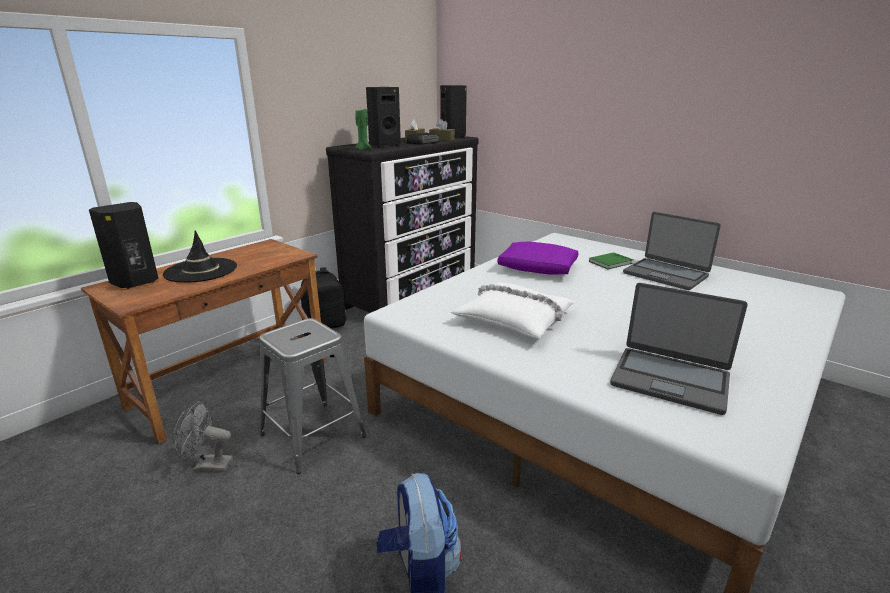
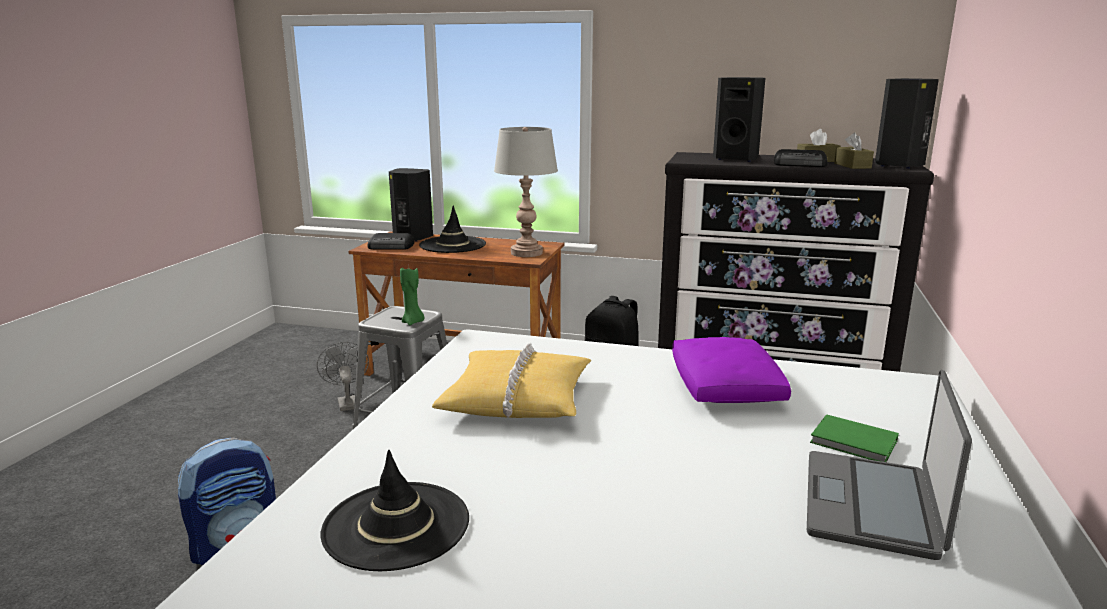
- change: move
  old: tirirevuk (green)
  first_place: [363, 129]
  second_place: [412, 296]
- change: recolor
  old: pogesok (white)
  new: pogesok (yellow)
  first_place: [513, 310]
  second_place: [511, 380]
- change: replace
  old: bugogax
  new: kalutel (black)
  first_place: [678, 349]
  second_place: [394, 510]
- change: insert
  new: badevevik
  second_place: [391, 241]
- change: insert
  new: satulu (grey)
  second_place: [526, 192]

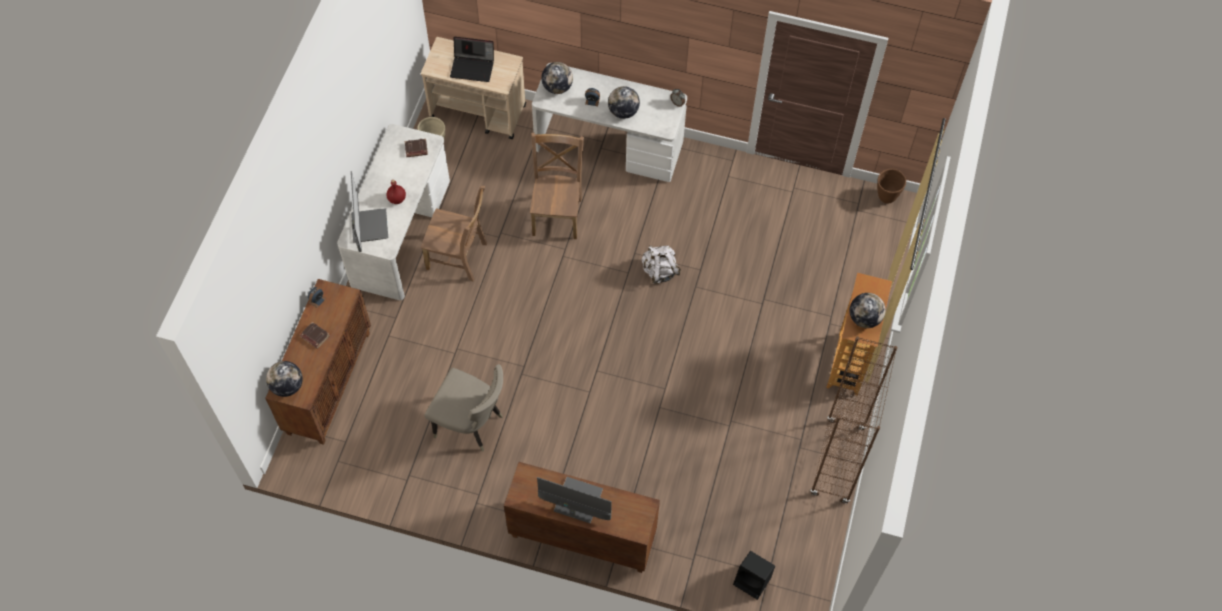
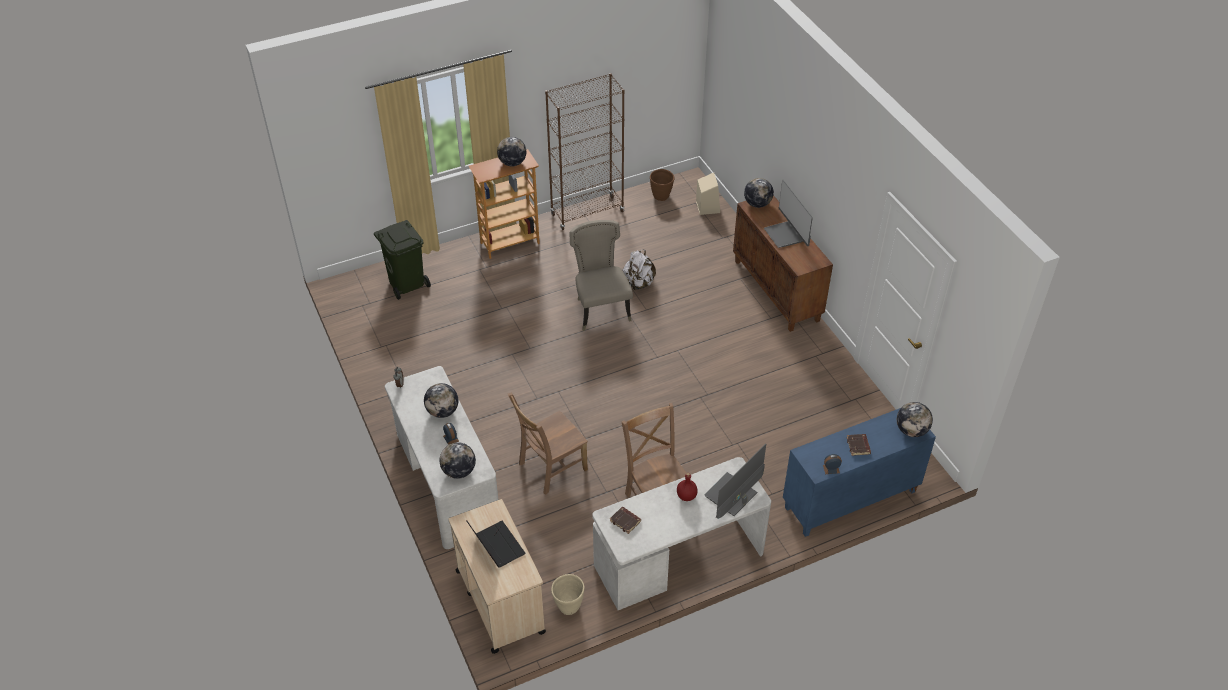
- change: recolor
  old: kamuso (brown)
  new: kamuso (blue)
  first_place: [318, 362]
  second_place: [859, 472]
- change: move
  old: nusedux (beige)
  first_place: [464, 408]
  second_place: [601, 275]
- change: move
  old: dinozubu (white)
  first_place: [661, 264]
  second_place: [639, 269]
- change: recolor
  old: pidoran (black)
  new: pidoran (beige)
  first_place: [754, 575]
  second_place: [708, 194]
- change: move
  old: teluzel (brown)
  first_place: [891, 186]
  second_place: [662, 185]
- change: insert
  new: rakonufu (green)
  second_place: [402, 260]
- change: insert
  new: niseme
  second_place: [759, 193]

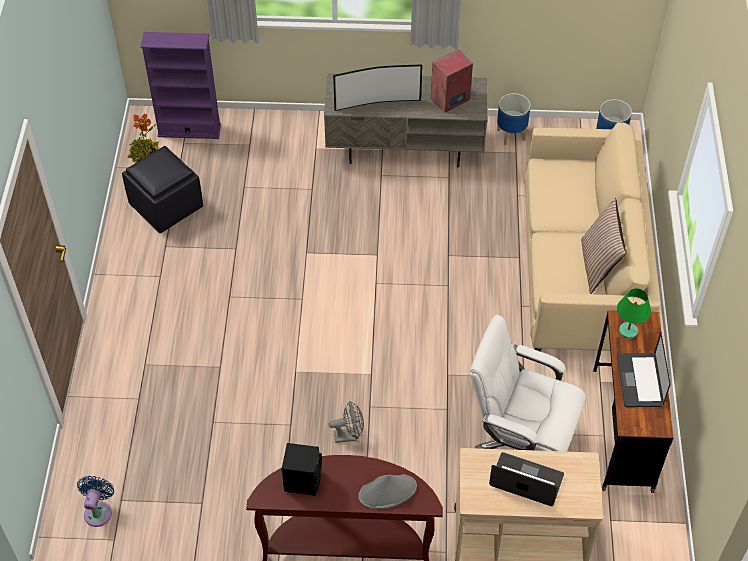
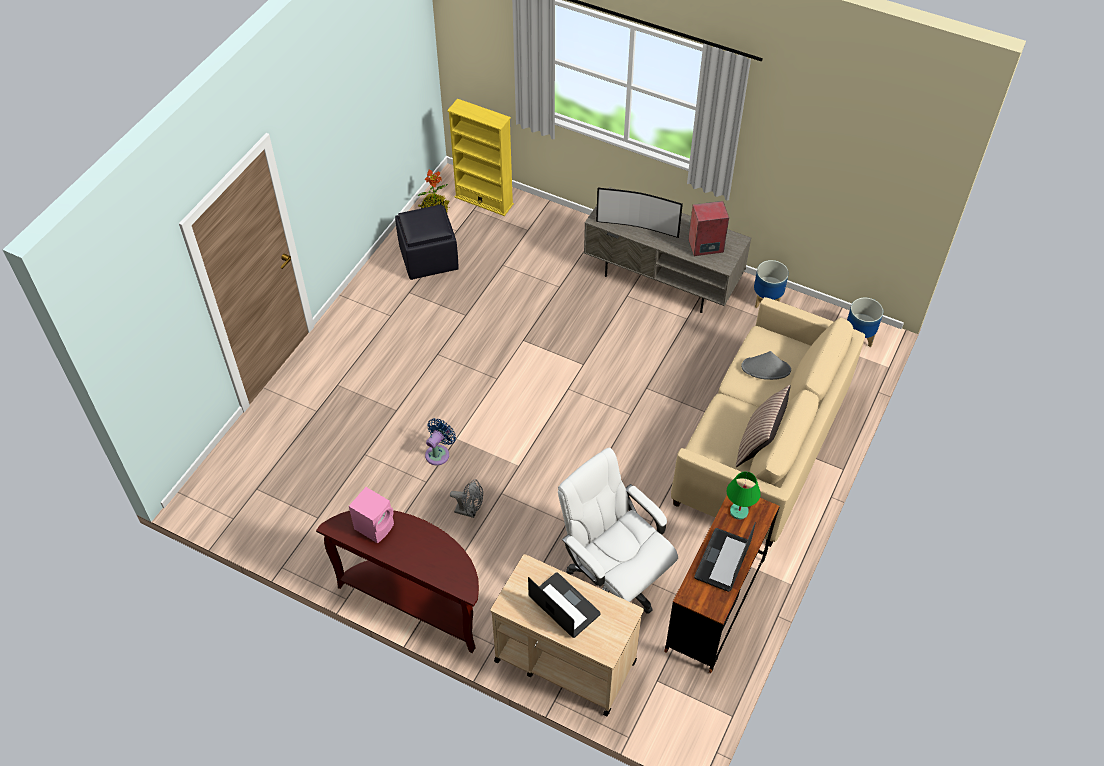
- change: move
  old: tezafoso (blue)
  first_place: [95, 501]
  second_place: [440, 441]
- change: recolor
  old: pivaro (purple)
  new: pivaro (yellow)
  first_place: [181, 85]
  second_place: [480, 157]
- change: recolor
  old: pidoran (black)
  new: pidoran (pink)
  first_place: [302, 469]
  second_place: [371, 515]
- change: move
  old: kalutel (grey)
  first_place: [387, 491]
  second_place: [766, 365]

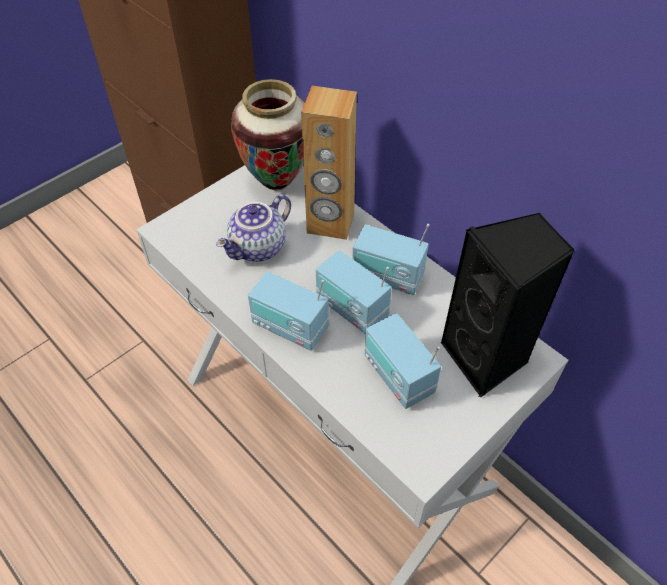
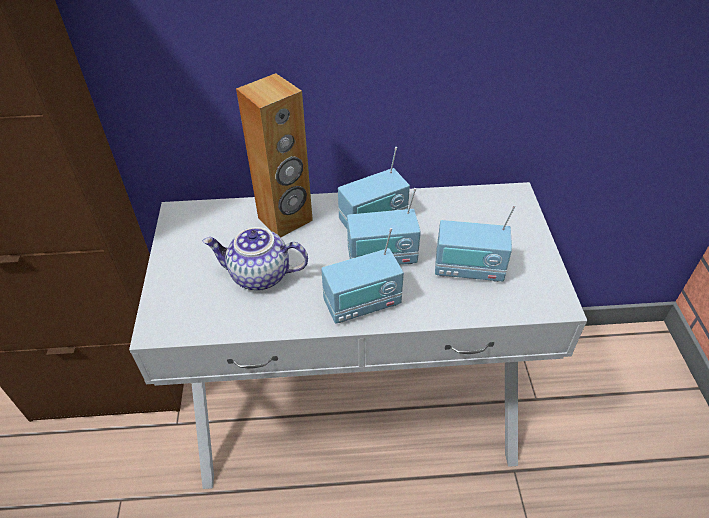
- change: rotate
  old: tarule
  first_place: [253, 227]
  second_place: [255, 259]
  degrees: 105
- change: delete
  old: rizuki
  first_place: [268, 135]
- change: delete
  old: pidoran (black)
  first_place: [508, 305]

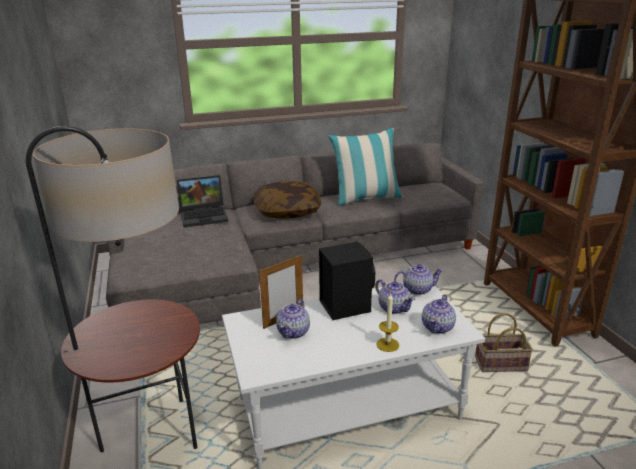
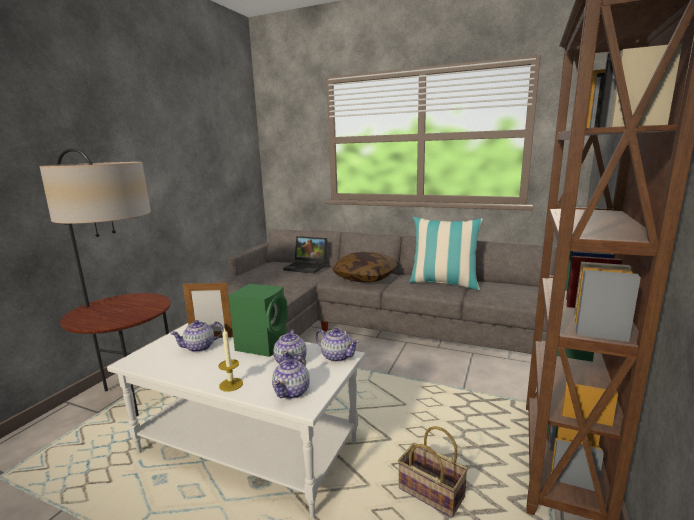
- change: recolor
  old: pidoran (black)
  new: pidoran (green)
  first_place: [347, 281]
  second_place: [258, 320]
- change: rotate
  old: tarule
  first_place: [439, 314]
  second_place: [291, 376]
  degrees: -45

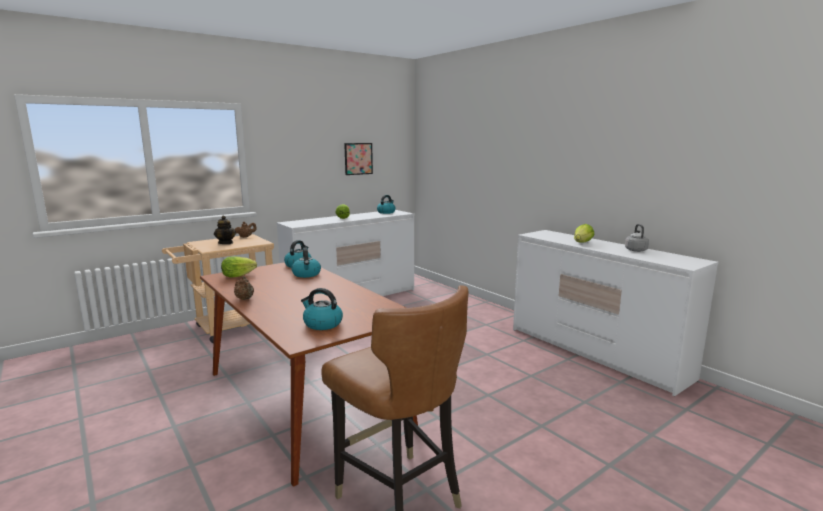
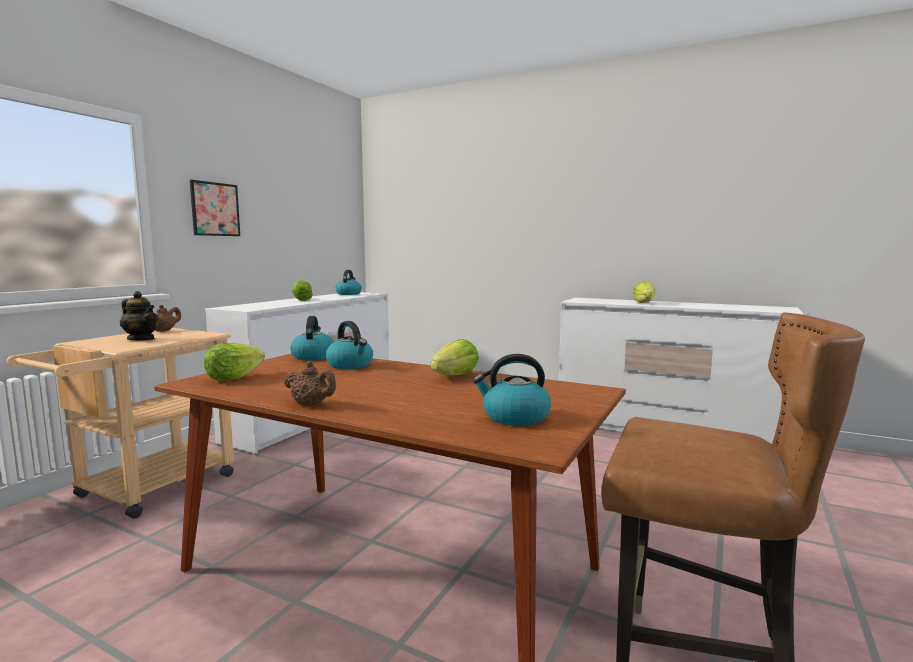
- change: move
  old: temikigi
  first_place: [358, 159]
  second_place: [215, 208]
- change: delete
  old: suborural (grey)
  first_place: [637, 238]
- change: insert
  new: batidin
  second_place: [454, 357]

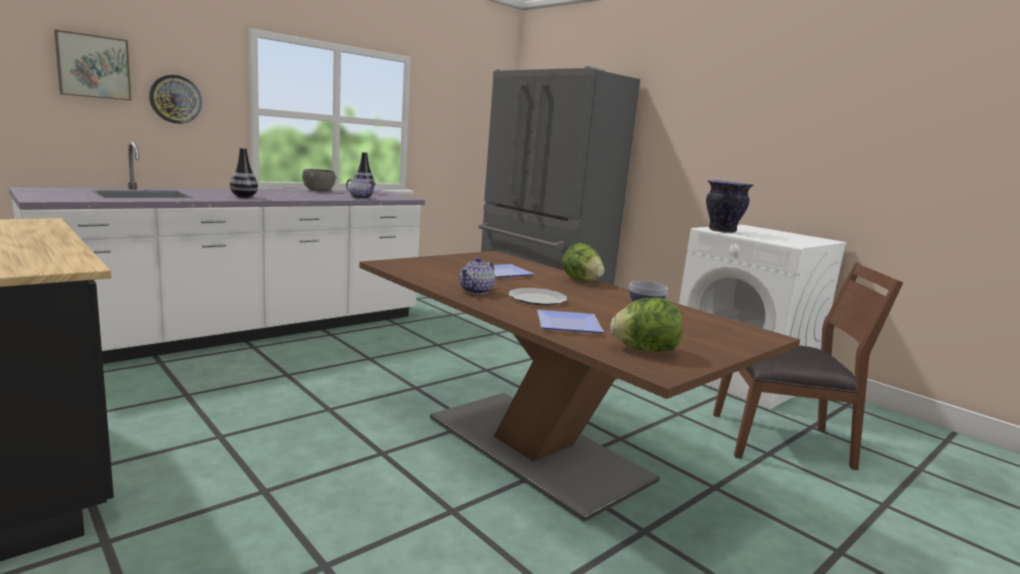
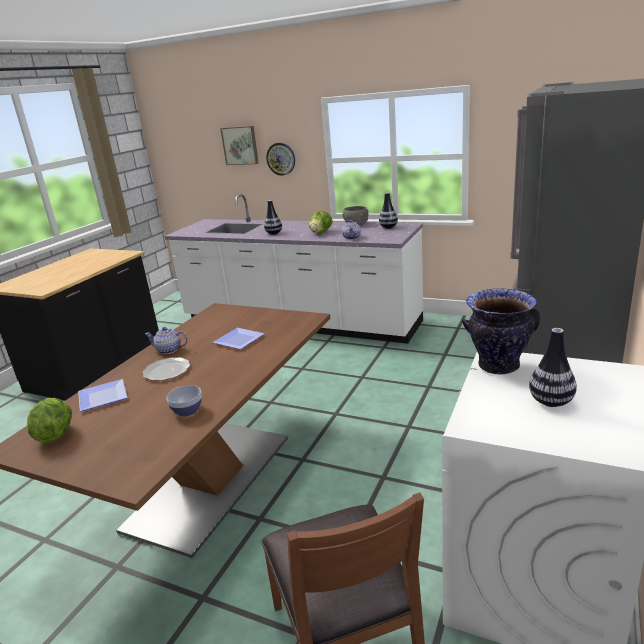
- change: move
  old: batidin
  first_place: [583, 262]
  second_place: [321, 222]
- change: insert
  new: rizuki
  second_place: [553, 367]

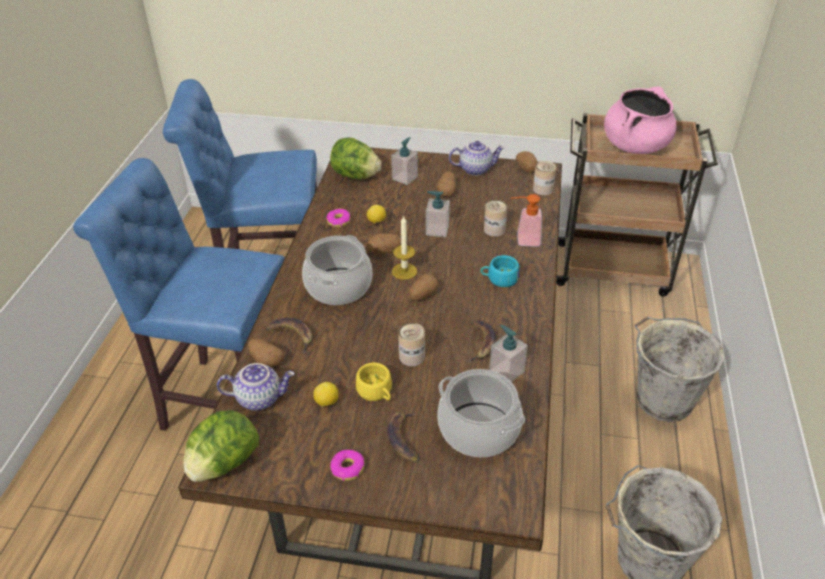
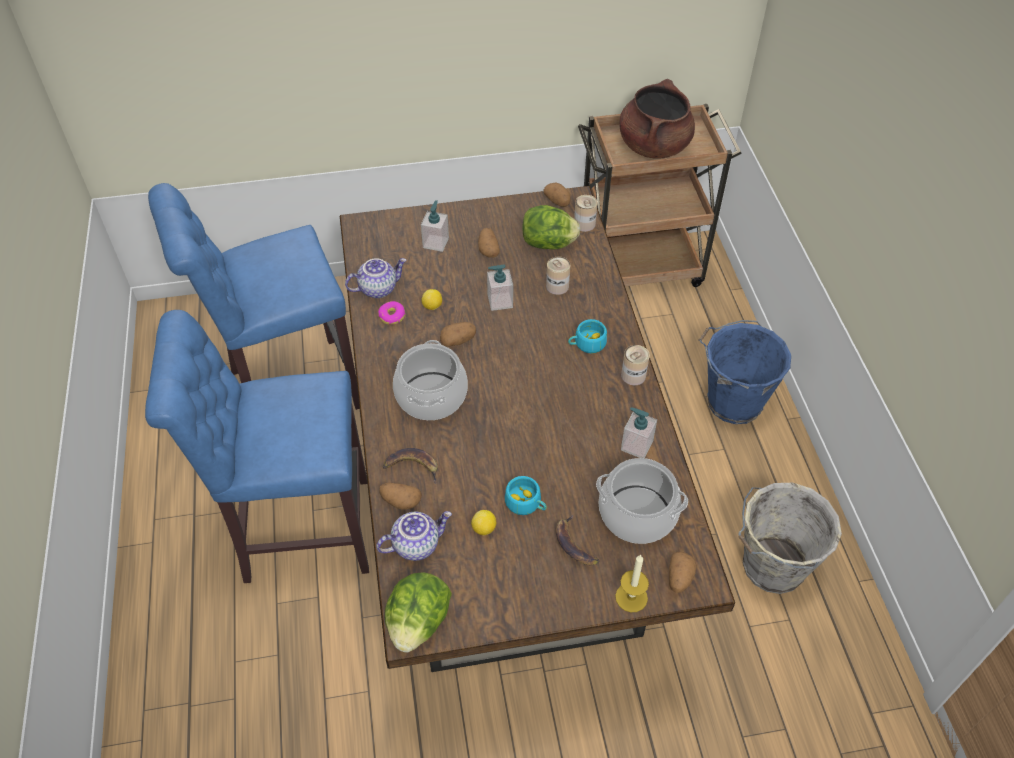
- change: move
  old: batidin
  first_place: [356, 158]
  second_place: [551, 227]
- change: delete
  old: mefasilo
  first_place: [347, 465]
- change: recolor
  old: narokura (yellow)
  new: narokura (turquoise)
  first_place: [374, 382]
  second_place: [526, 495]
- change: move
  old: tirirevuk
  first_place: [404, 248]
  second_place: [632, 583]
- change: move
  old: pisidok
  first_place: [411, 344]
  second_place: [635, 365]
- change: move
  old: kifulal
  first_place: [423, 287]
  second_place: [683, 572]
- change: move
  old: tarule
  first_place: [476, 158]
  second_place: [376, 278]
- change: delete
  old: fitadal
  first_place: [481, 341]
- change: delete
  old: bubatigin
  first_place: [526, 220]
- change: recolor
  old: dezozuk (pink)
  new: dezozuk (brown)
  first_place: [640, 120]
  second_place: [657, 118]
- change: recolor
  old: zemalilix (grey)
  new: zemalilix (blue)
  first_place: [679, 369]
  second_place: [745, 372]

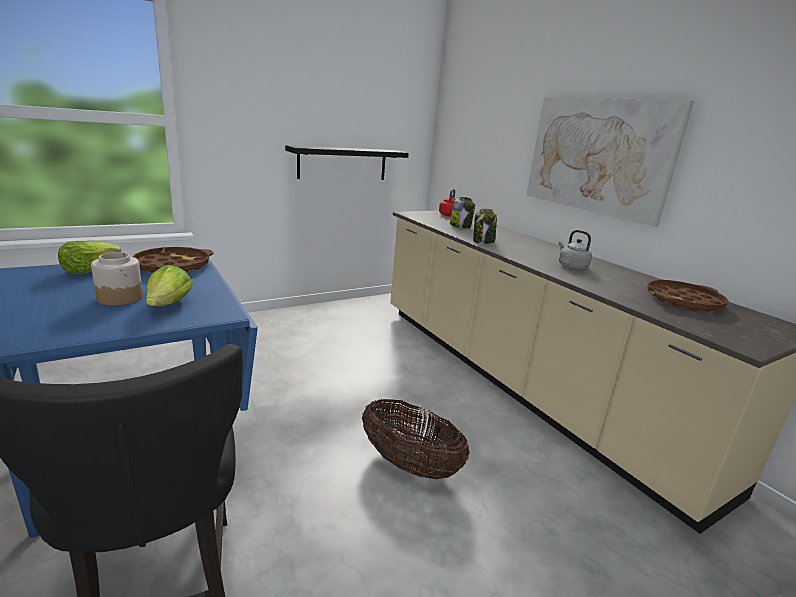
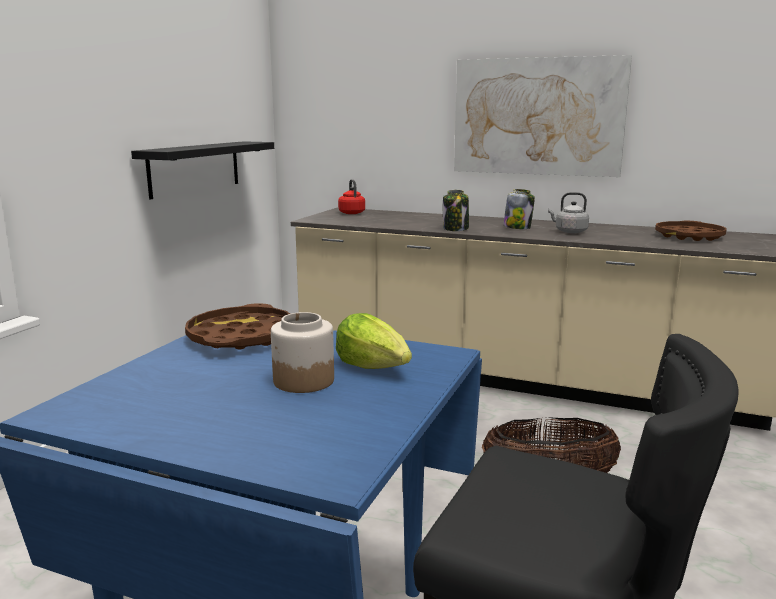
- change: delete
  old: batidin
  first_place: [89, 257]
- change: move
  old: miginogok
  first_place: [462, 213]
  second_place: [519, 209]

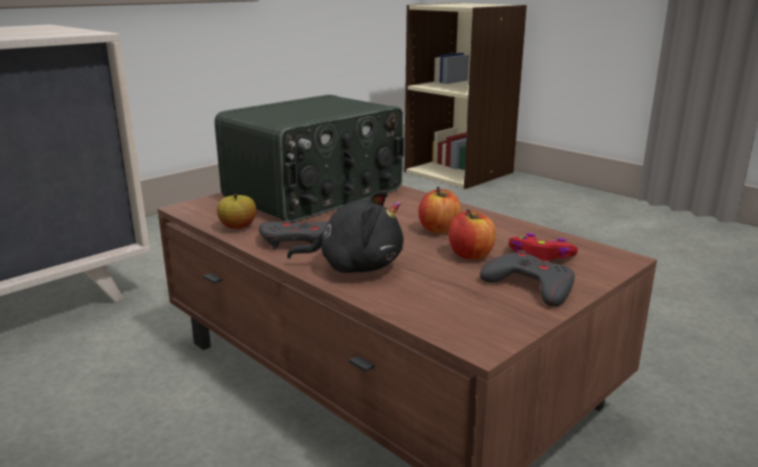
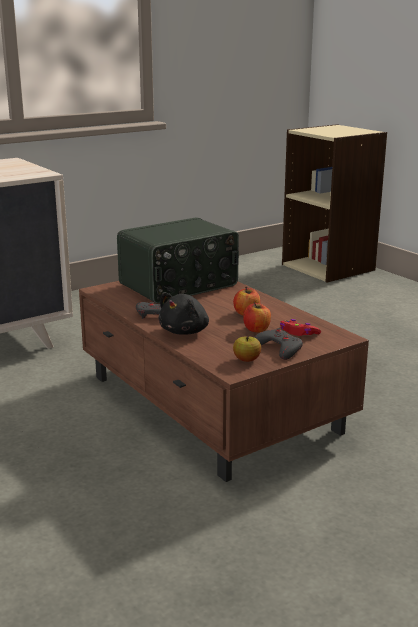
- change: move
  old: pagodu
  first_place: [236, 211]
  second_place: [247, 349]
- change: rotate
  old: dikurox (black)
  first_place: [345, 231]
  second_place: [183, 313]
  degrees: 105

